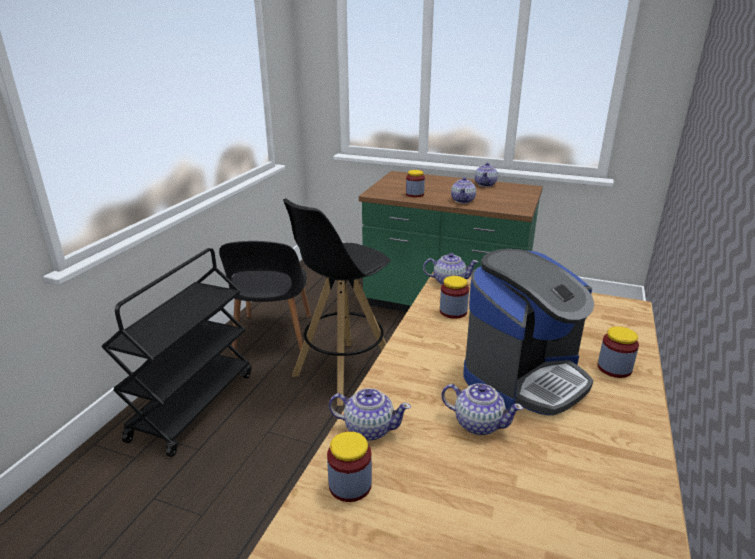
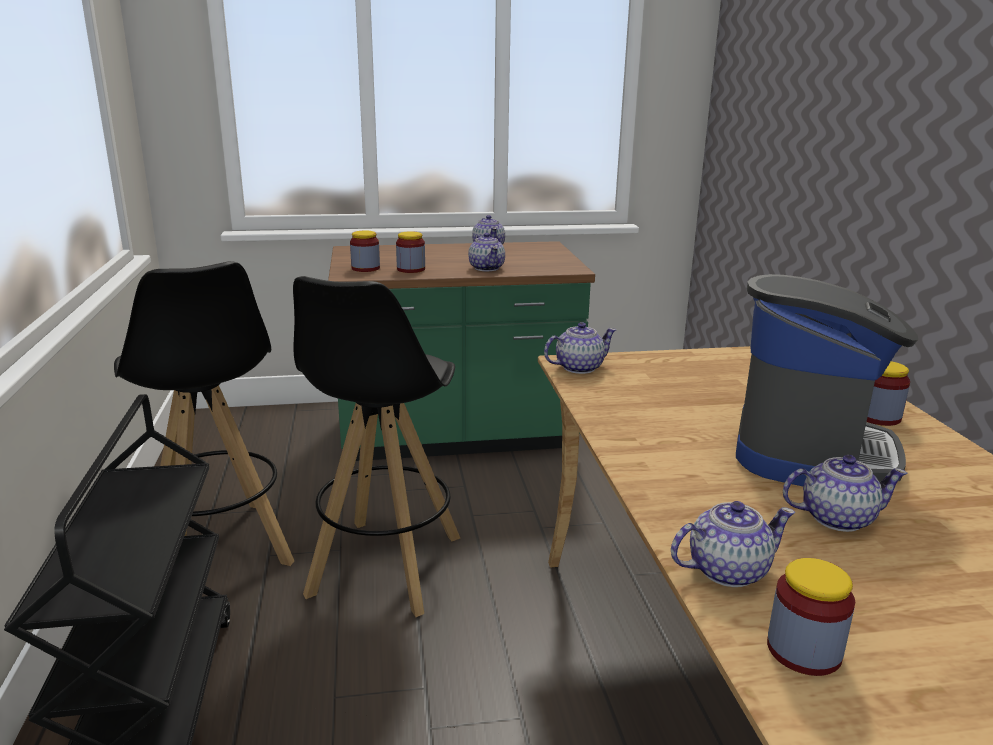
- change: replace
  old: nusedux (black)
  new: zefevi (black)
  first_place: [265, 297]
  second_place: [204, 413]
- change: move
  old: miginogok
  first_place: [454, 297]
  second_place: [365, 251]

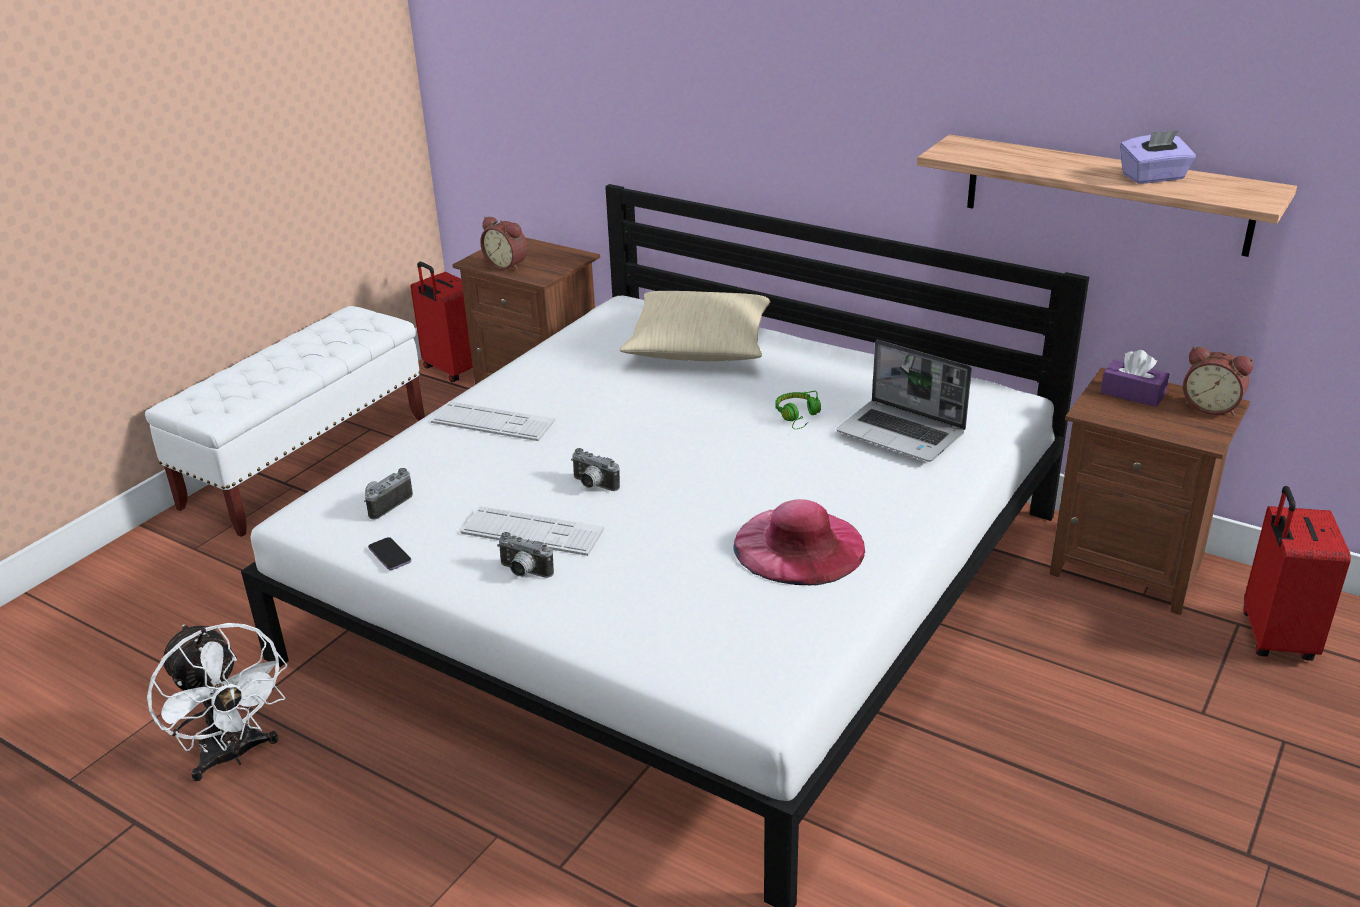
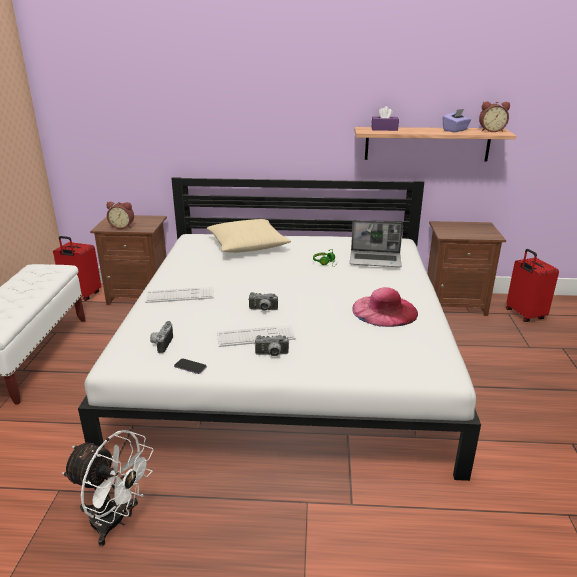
- change: move
  old: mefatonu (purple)
  first_place: [1135, 378]
  second_place: [385, 118]
- change: move
  old: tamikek
  first_place: [1218, 381]
  second_place: [494, 117]

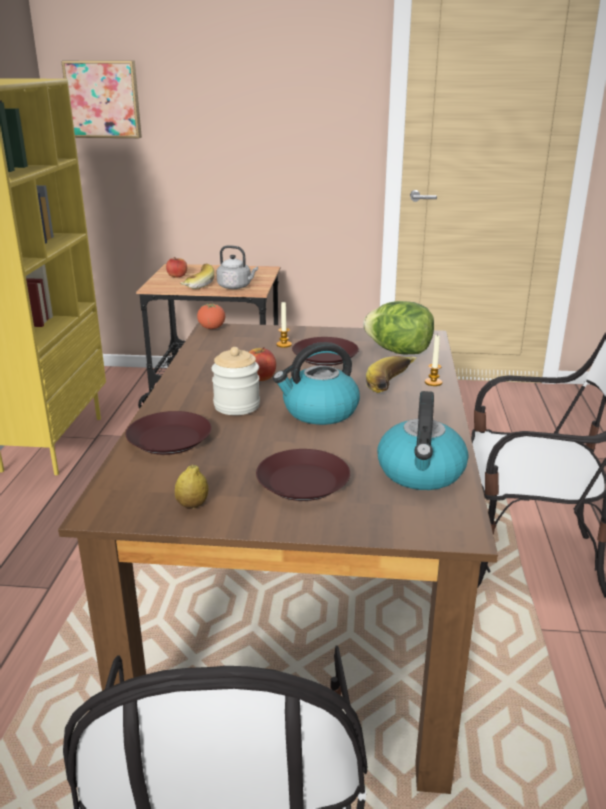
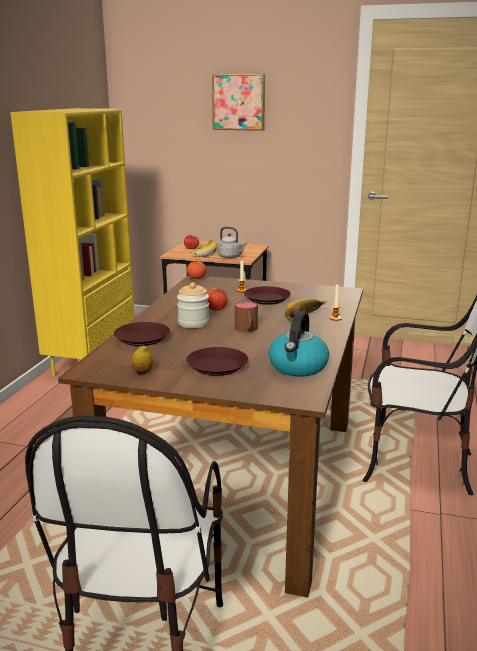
- change: move
  old: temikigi
  first_place: [101, 99]
  second_place: [238, 102]
- change: replace
  old: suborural
  new: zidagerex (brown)
  first_place: [316, 383]
  second_place: [246, 316]
- change: delete
  old: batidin
  first_place: [398, 328]

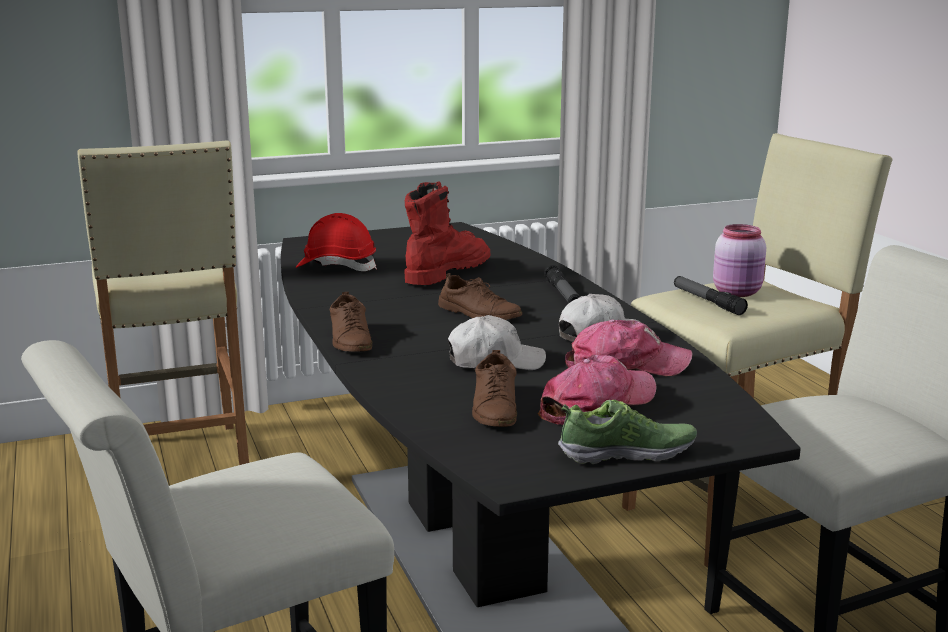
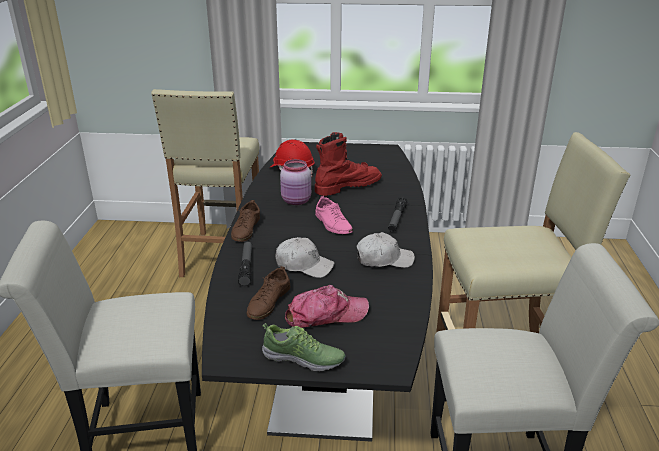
- change: recolor
  old: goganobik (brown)
  new: goganobik (pink)
  first_place: [480, 296]
  second_place: [334, 215]
- change: delete
  old: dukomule
  first_place: [629, 347]
- change: move
  old: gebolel
  first_place: [711, 295]
  second_place: [245, 264]
- change: move
  old: miginogok (pink)
  first_place: [739, 260]
  second_place: [295, 182]

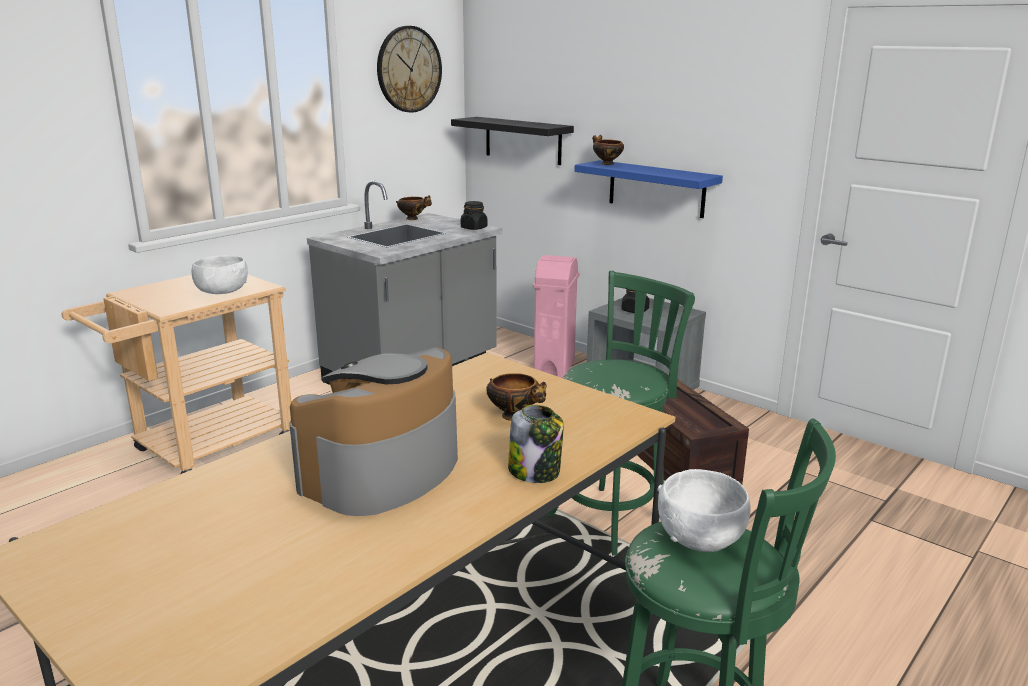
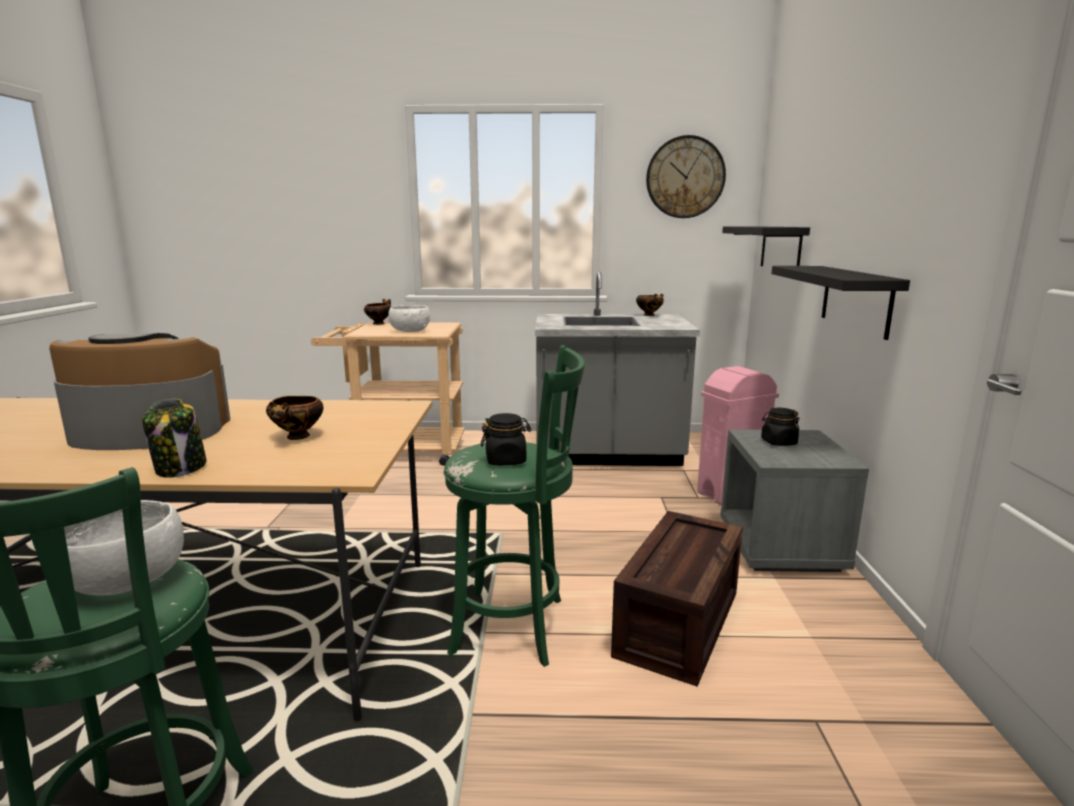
- change: move
  old: miginogok (black)
  first_place: [474, 215]
  second_place: [506, 439]
- change: recolor
  old: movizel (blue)
  new: movizel (black)
  first_place: [648, 189]
  second_place: [841, 303]
- change: move
  old: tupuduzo
  first_place: [608, 150]
  second_place: [378, 312]

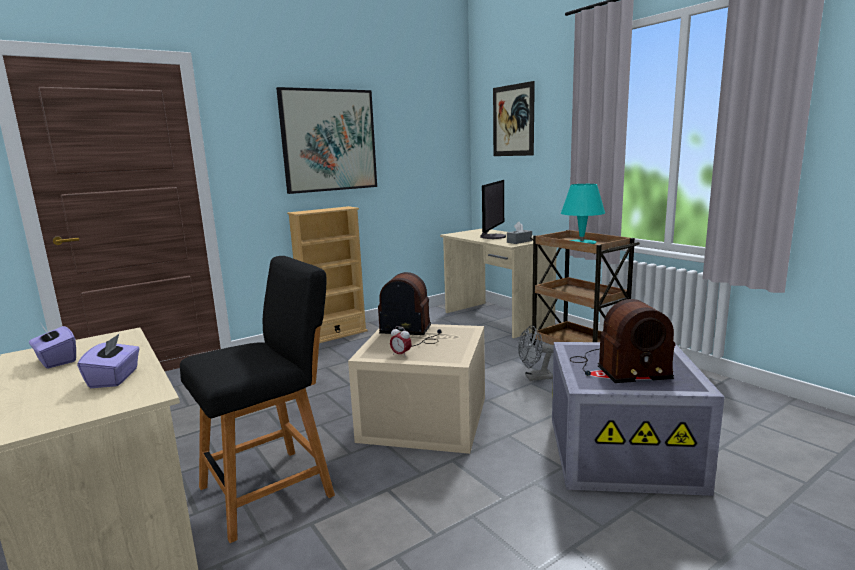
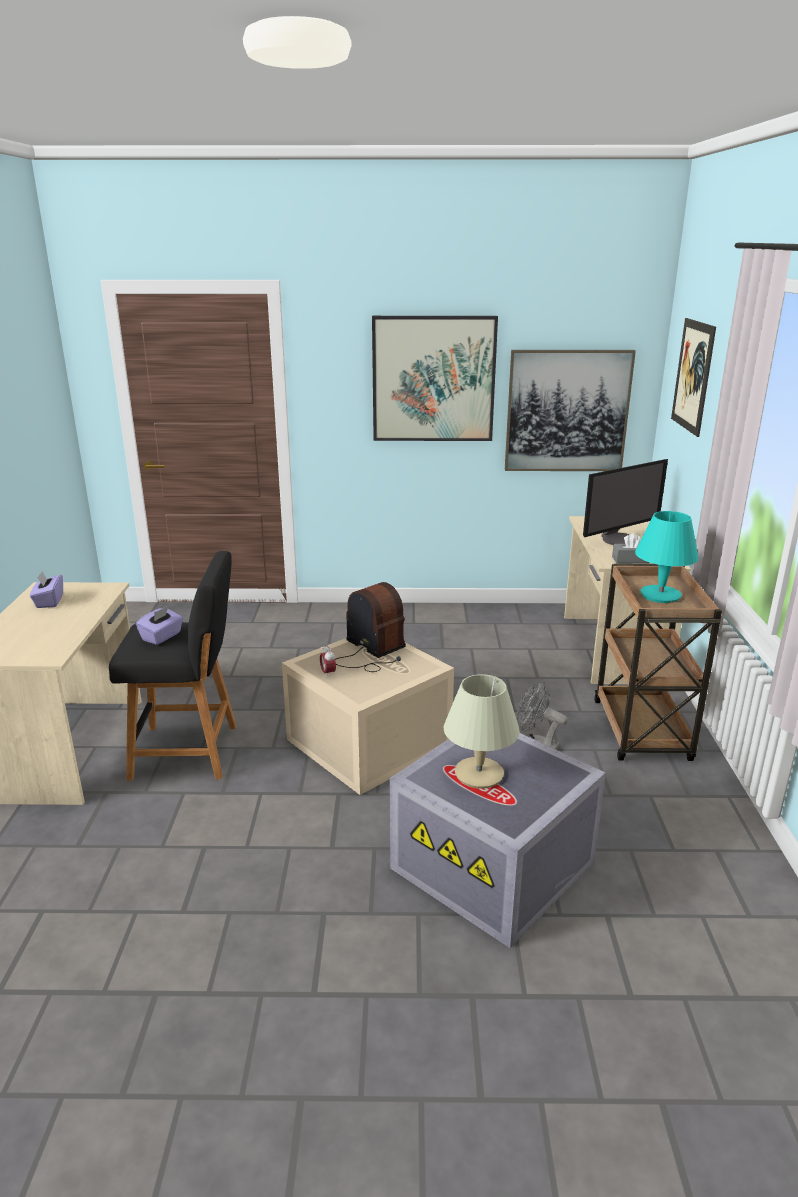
- change: move
  old: mefatonu (purple)
  first_place: [108, 361]
  second_place: [159, 625]
- change: delete
  old: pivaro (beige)
  first_place: [327, 274]
- change: replace
  old: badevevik
  new: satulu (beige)
  first_place: [622, 341]
  second_place: [482, 731]
- change: insert
  new: temikigi
  second_place: [570, 410]

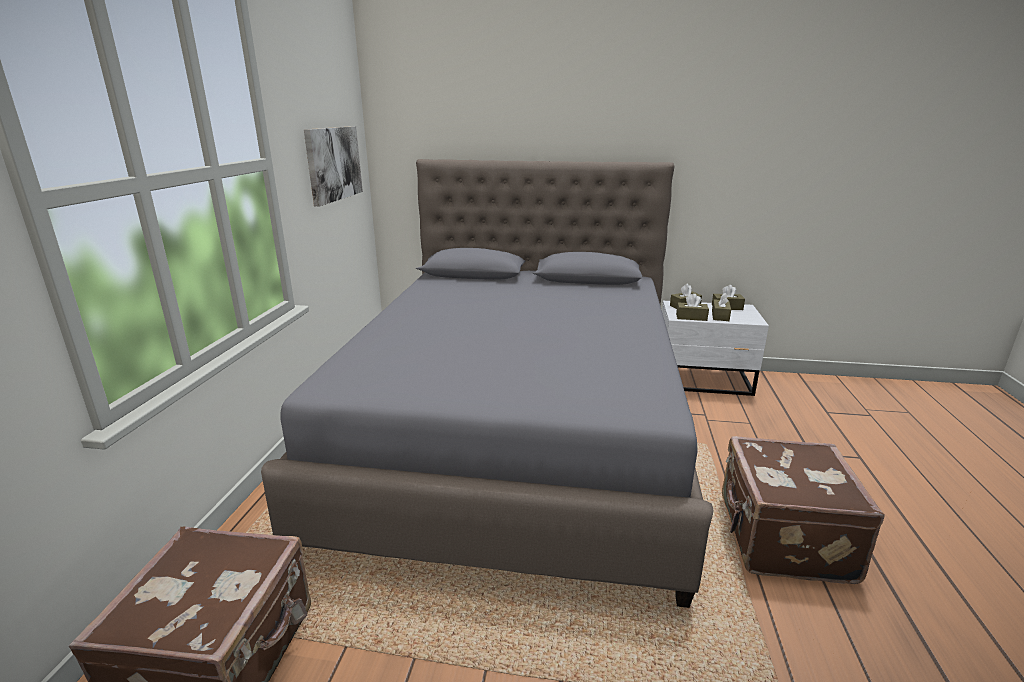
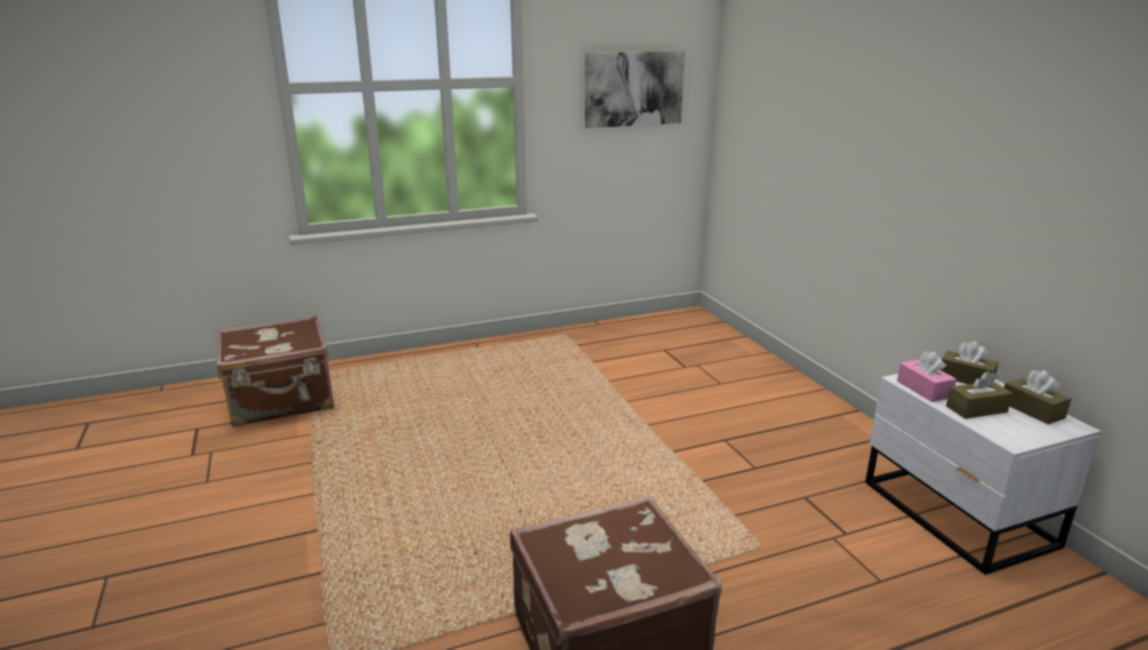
- change: delete
  old: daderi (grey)
  first_place: [487, 383]
- change: recolor
  old: mefatonu (brown)
  new: mefatonu (pink)
  first_place: [692, 307]
  second_place: [927, 376]

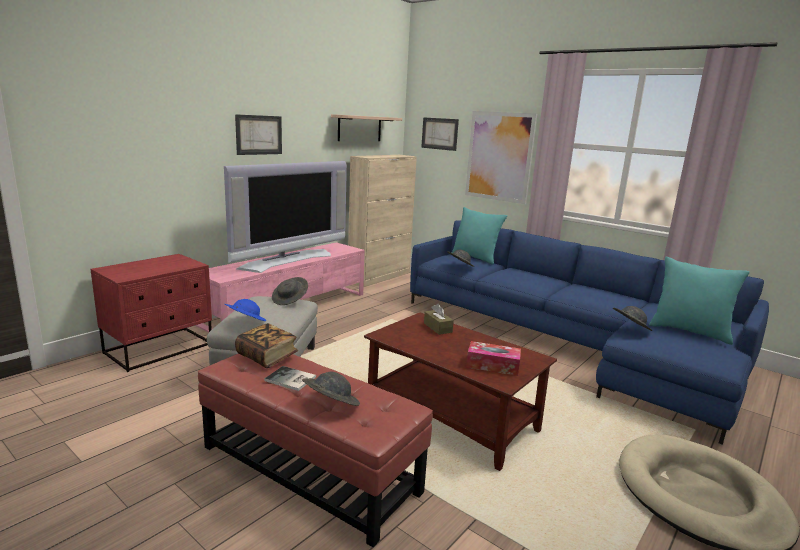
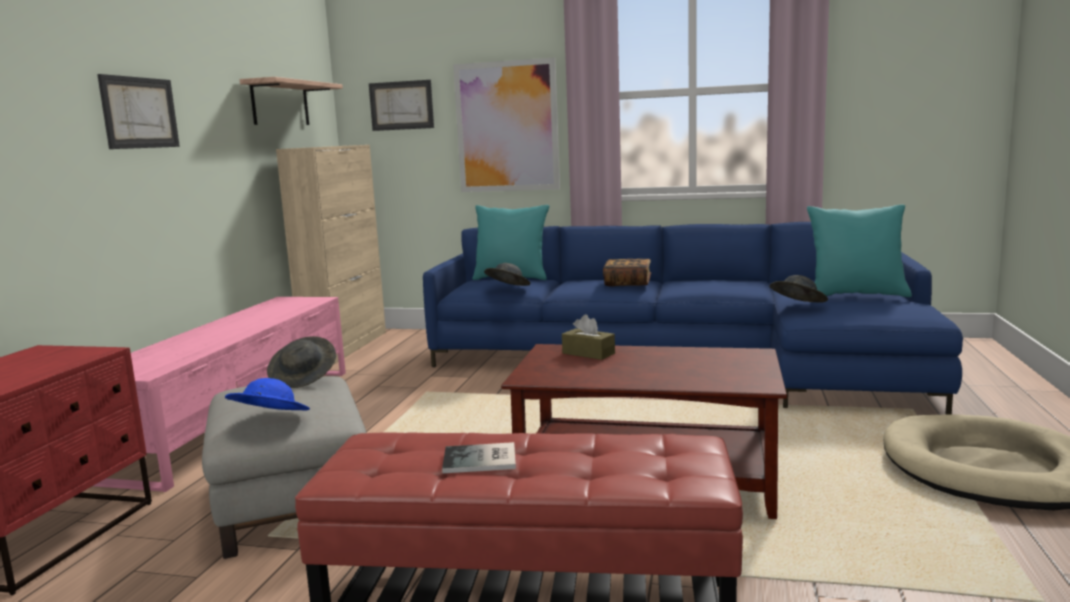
- change: delete
  old: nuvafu
  first_place: [285, 217]
- change: move
  old: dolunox
  first_place: [266, 345]
  second_place: [627, 272]
- change: delete
  old: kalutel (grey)
  first_place: [331, 389]
- change: delete
  old: mefatonu
  first_place: [493, 358]

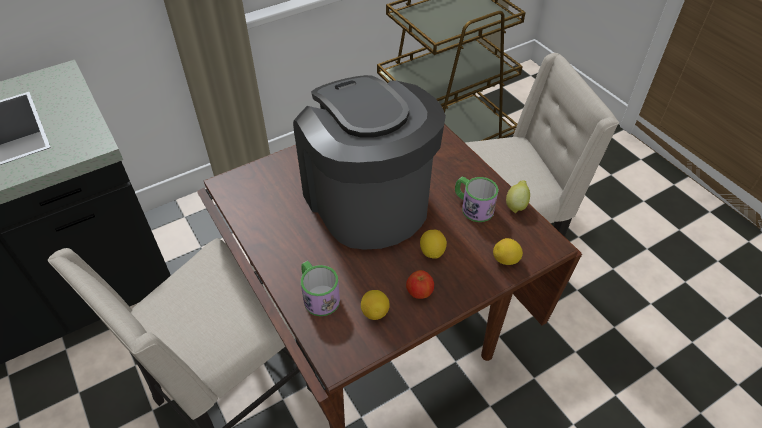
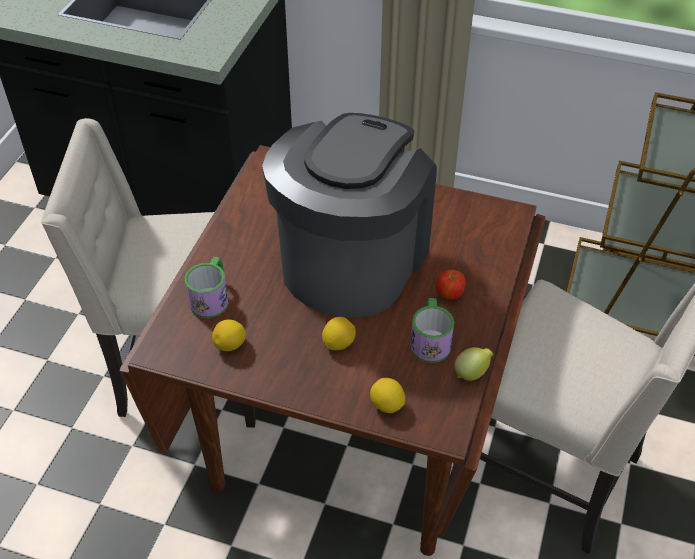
- change: move
  old: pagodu
  first_place: [420, 284]
  second_place: [451, 285]

